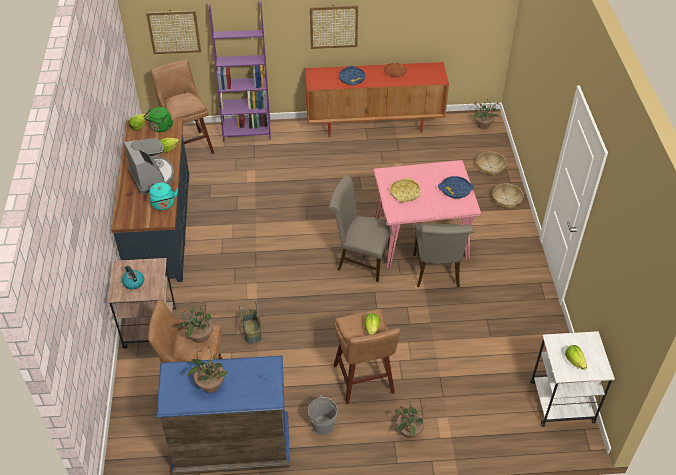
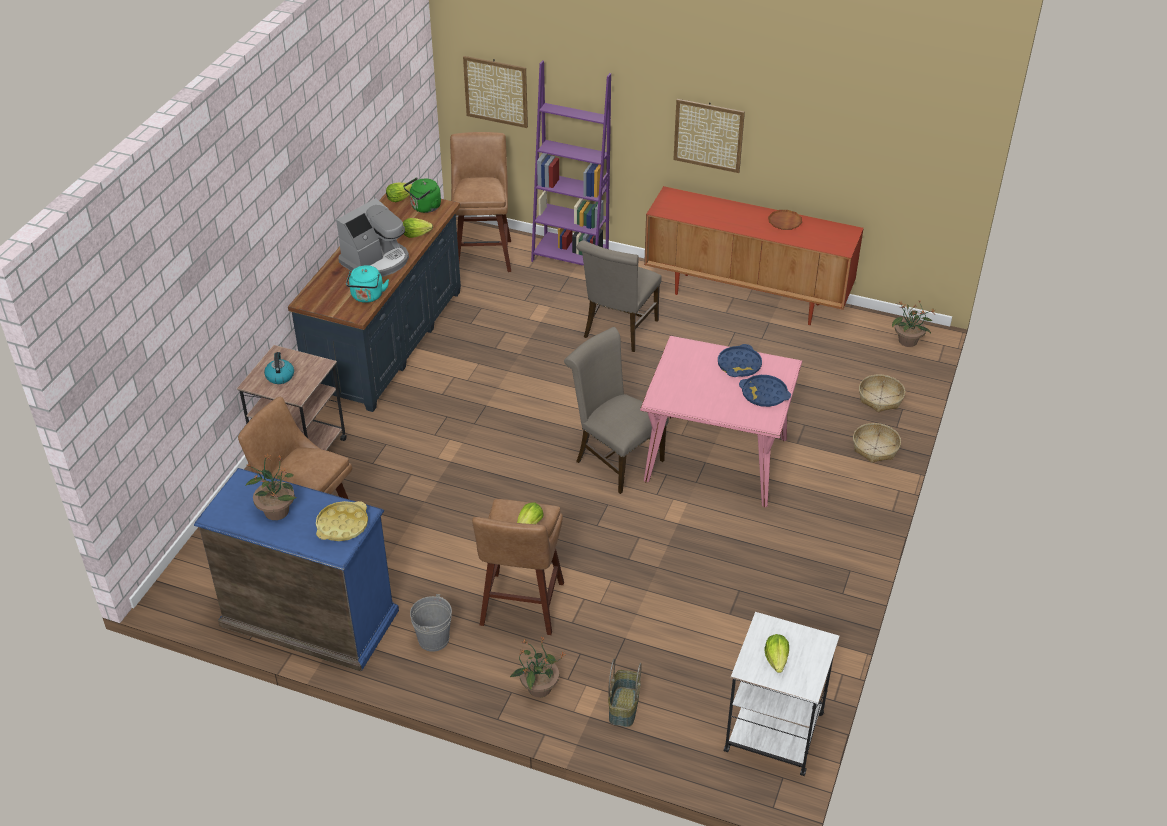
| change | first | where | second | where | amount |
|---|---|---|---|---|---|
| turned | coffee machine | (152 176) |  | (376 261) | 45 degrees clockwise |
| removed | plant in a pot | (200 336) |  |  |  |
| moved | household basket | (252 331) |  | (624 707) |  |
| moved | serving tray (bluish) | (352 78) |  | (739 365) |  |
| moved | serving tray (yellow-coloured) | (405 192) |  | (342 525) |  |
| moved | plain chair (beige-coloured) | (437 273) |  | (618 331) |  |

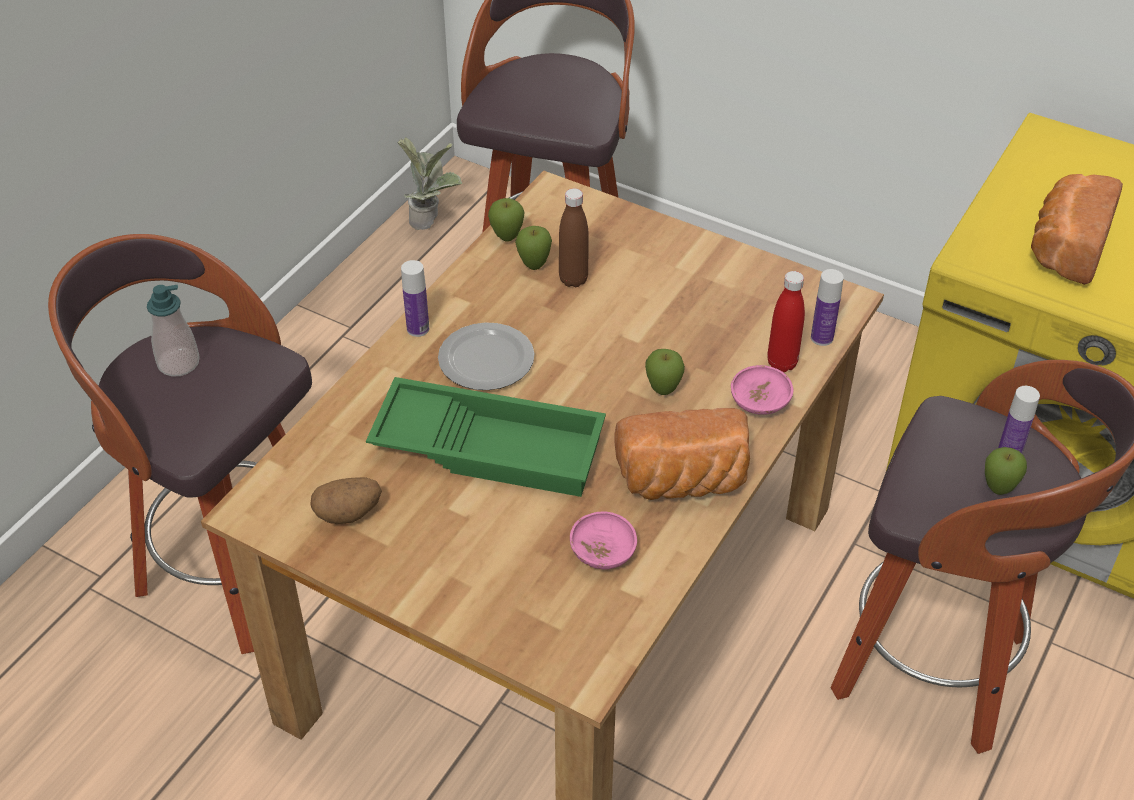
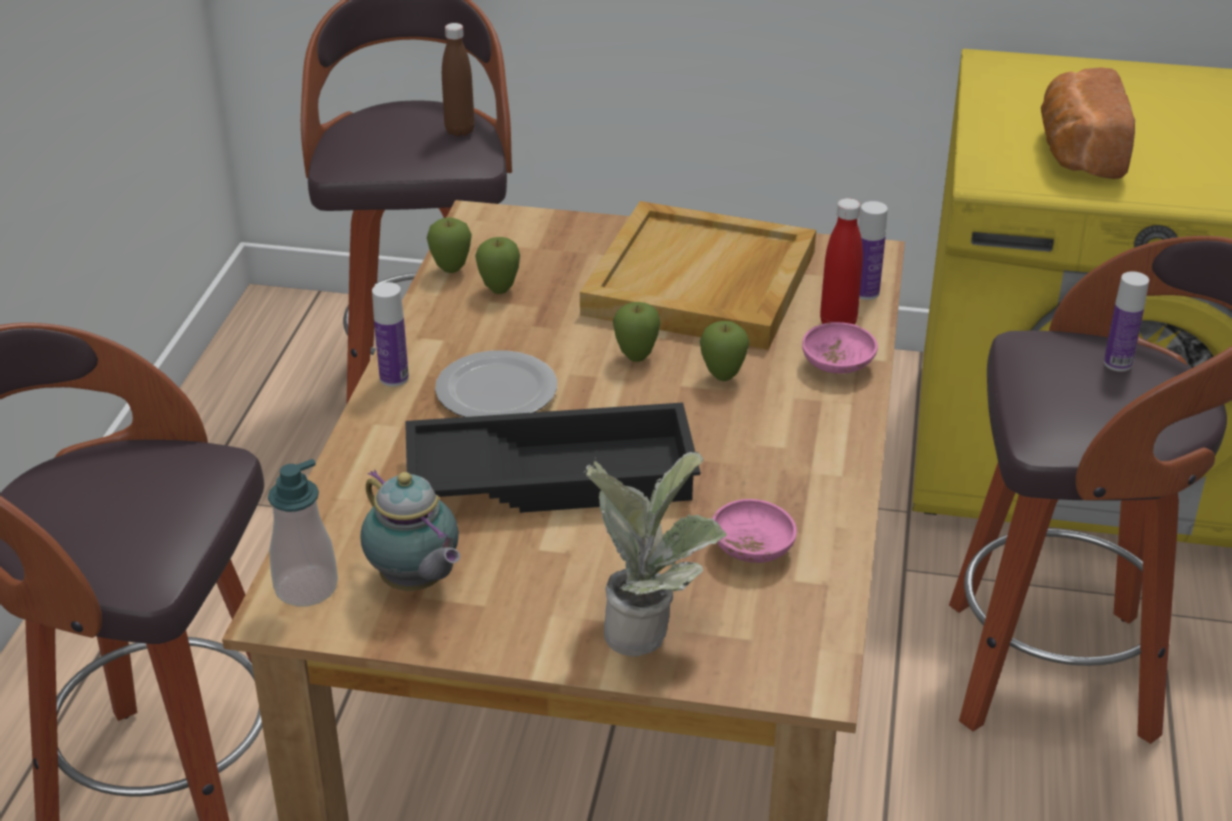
| change | first | where | second | where | amount |
|---|---|---|---|---|---|
| moved | soap dispenser | (178 363) |  | (306 588) |  |
| replaced | potato | (348 513) | tea pot | (415 583) |  |
| recoloured | serving tray (green) | (491 445) | serving tray (black) | (553 474) |  |
| moved | plant in a pot | (431 221) |  | (650 629) |  |
| moved | bottle (brown-coloured) | (573 279) |  | (459 131) |  |
| removed | baked bread | (683 482) |  |  |  |
| moved | apple fruit | (998 489) |  | (636 357) |  |
| added |  |  | serving tray (beige-coloured) | (701 284) |  |

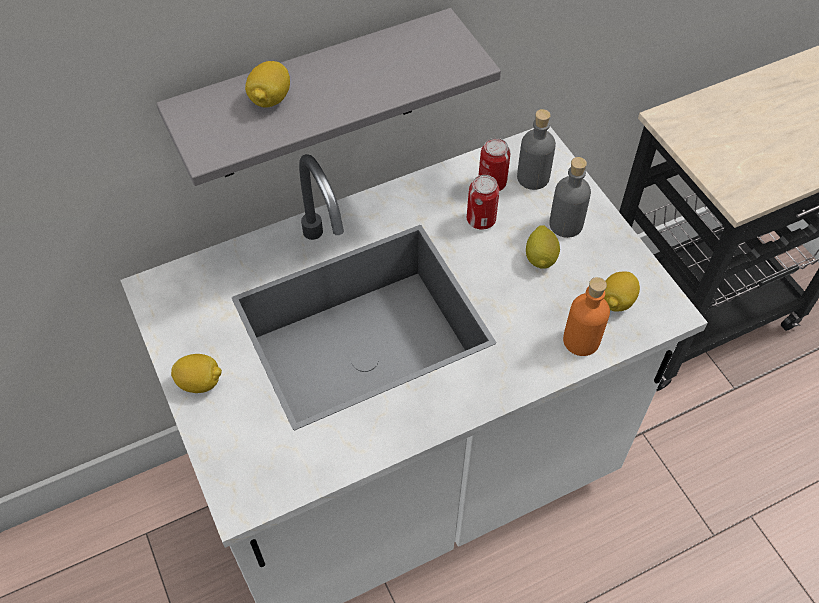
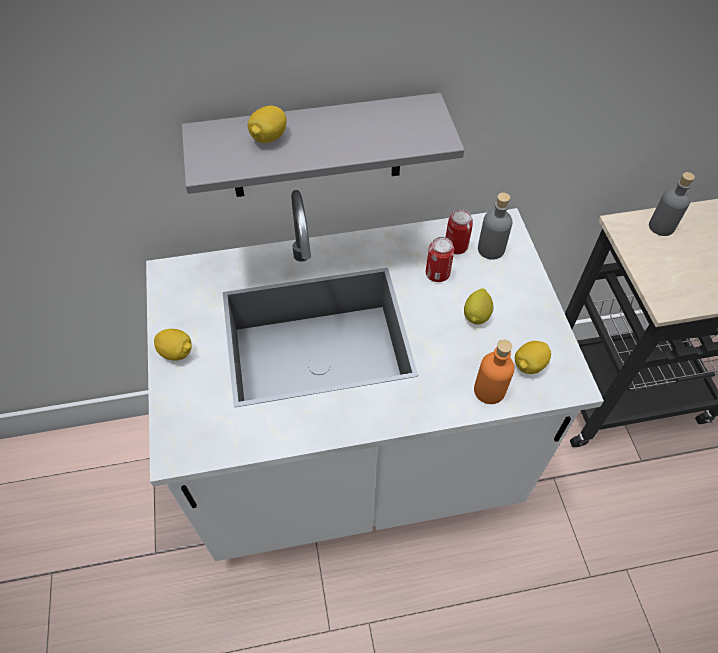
| change | first | where | second | where | amount |
|---|---|---|---|---|---|
| moved | bottle (greyish) | (565 224) |  | (661 226) |  |

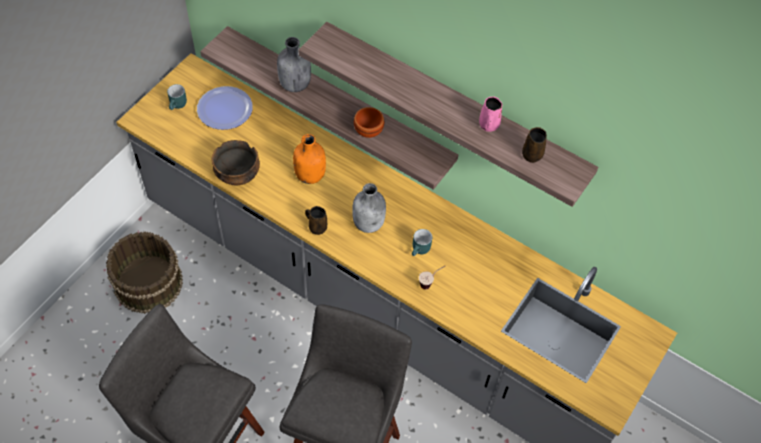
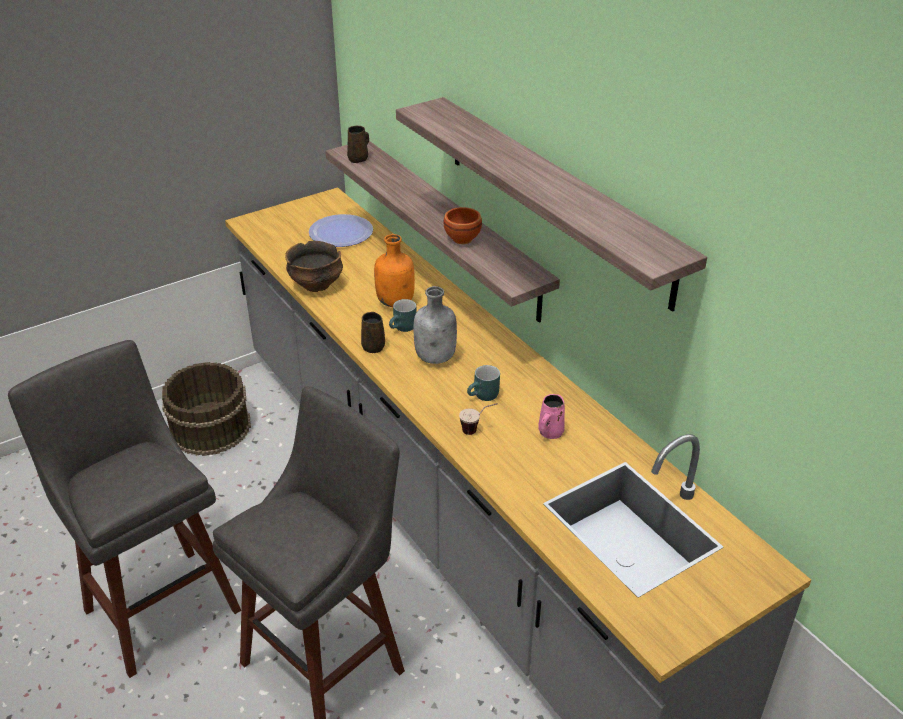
| change | first | where | second | where | amount |
|---|---|---|---|---|---|
| moved | coffee mug (turquoise-coloured) | (178 105) |  | (403 328) |  |
| removed | bottle (greyish) | (294 84) |  |  |  |
| moved | coffee mug (pink-coloured) | (488 125) |  | (550 432) |  |
| moved | coffee mug (brown-coloured) | (532 154) |  | (359 158) |  |

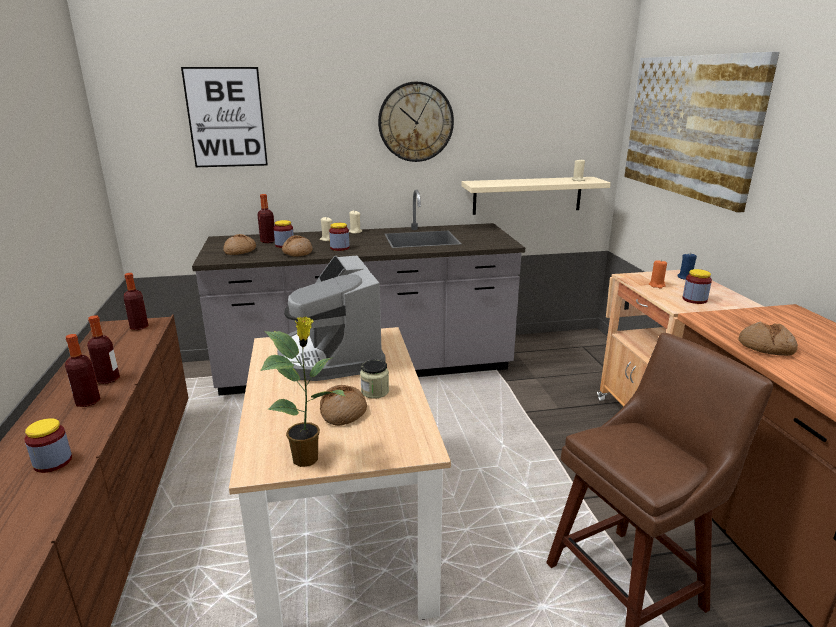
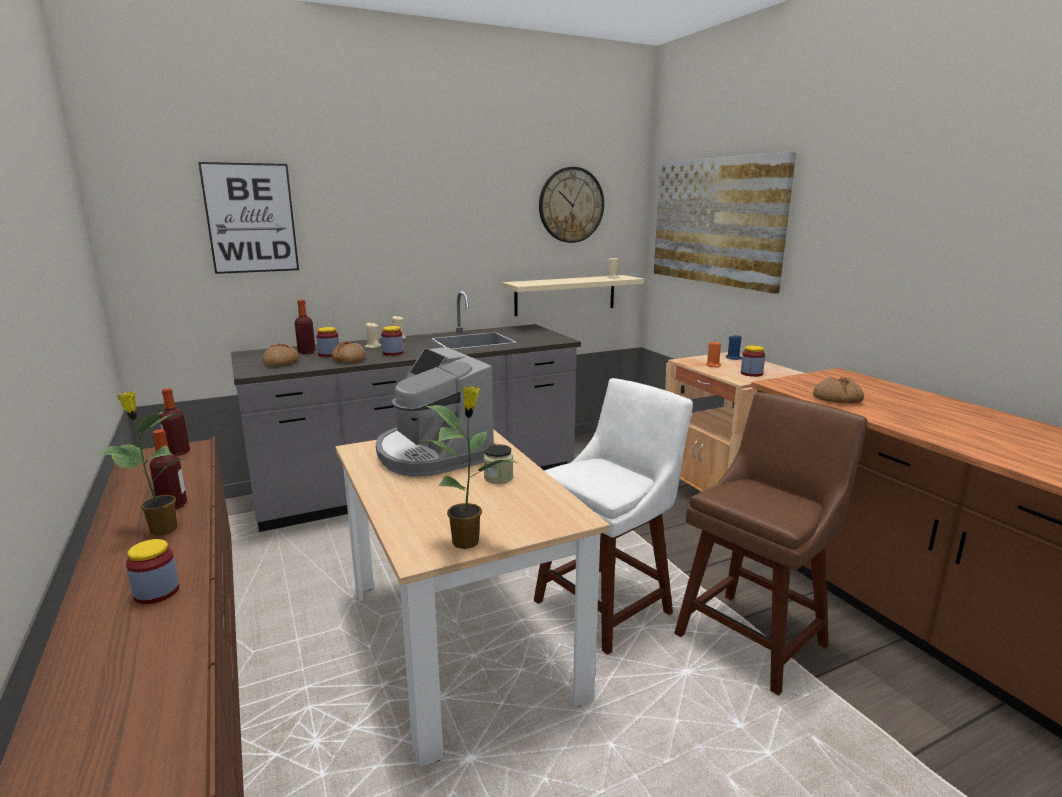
| change | first | where | second | where | amount |
|---|---|---|---|---|---|
| replaced | bottle | (88 402) | plant in a pot | (161 530) |  |
| removed | baked bread | (343 412) |  |  |  |
| moved | wall clock | (415 122) |  | (571 205) |  |
| added |  |  | plain chair (whitish) | (607 605) |  |

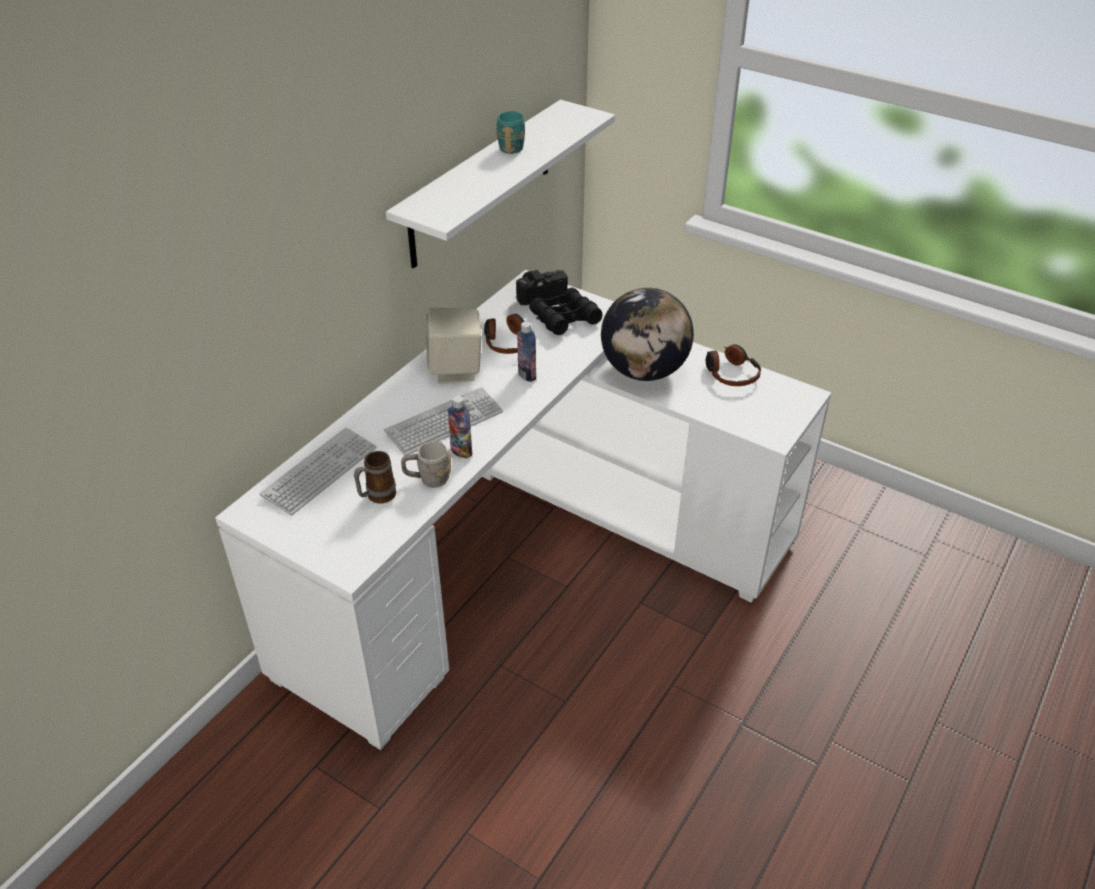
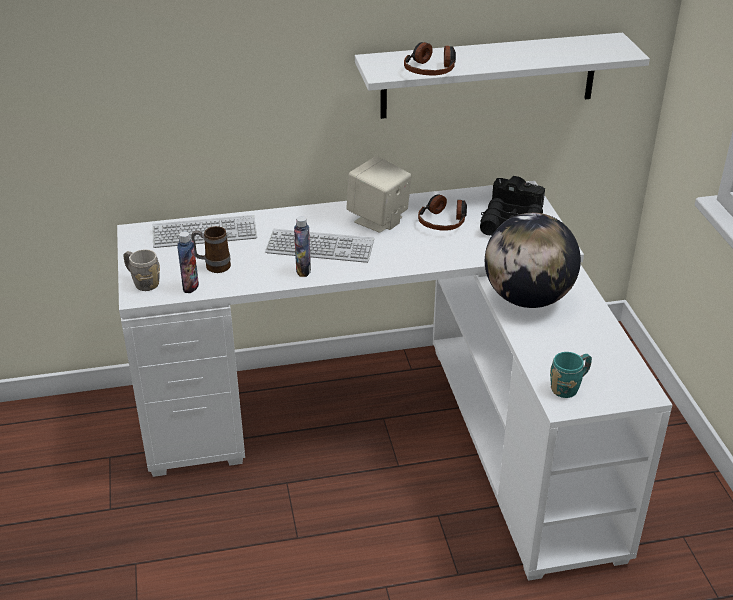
| change | first | where | second | where | amount |
|---|---|---|---|---|---|
| moved | coffee mug (greyish) | (428 479) |  | (142 282) |  |
| moved | coffee mug (turquoise-coloured) | (512 146) |  | (569 387) |  |
| moved | bottle | (527 375) |  | (190 286) |  |
| moved | headset | (730 373) |  | (431 69) |  |

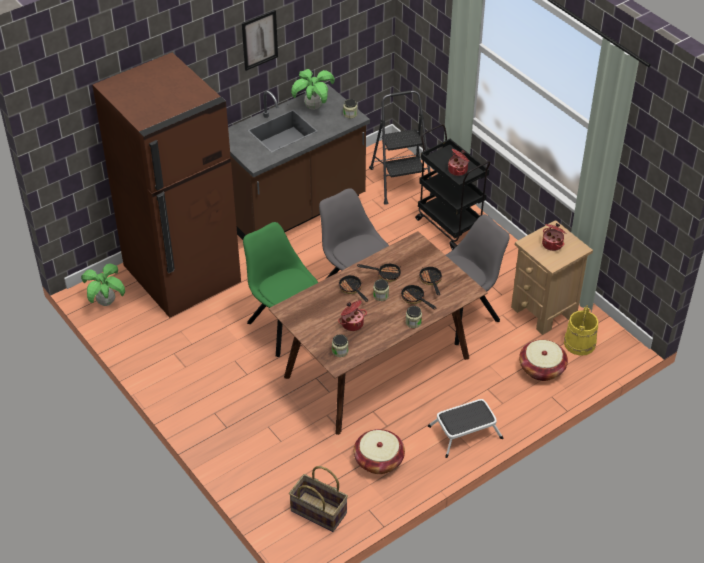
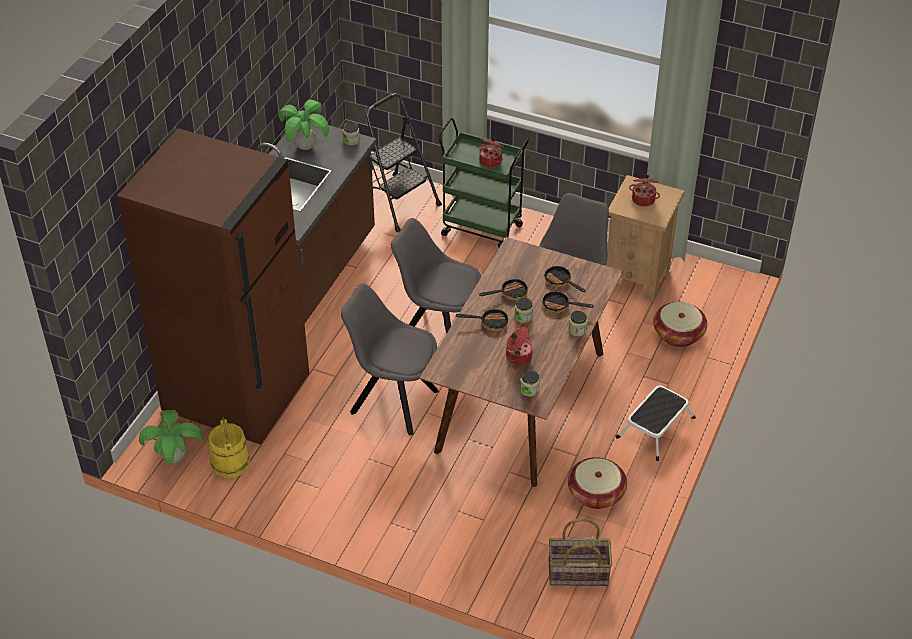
| change | first | where | second | where | amount |
|---|---|---|---|---|---|
| removed | wall art | (259 40) |  |  |  |
| recoloured | plain chair (green) | (283 327) | plain chair (greyish) | (393 402) |  |
| turned | frying pan | (352 289) |  | (489 322) | 150 degrees clockwise |
| recoloured | trolley (black) | (450 227) | trolley (green) | (482 230) |  |
| moved | pail (yellow-coloured) | (580 343) |  | (231 463) |  |

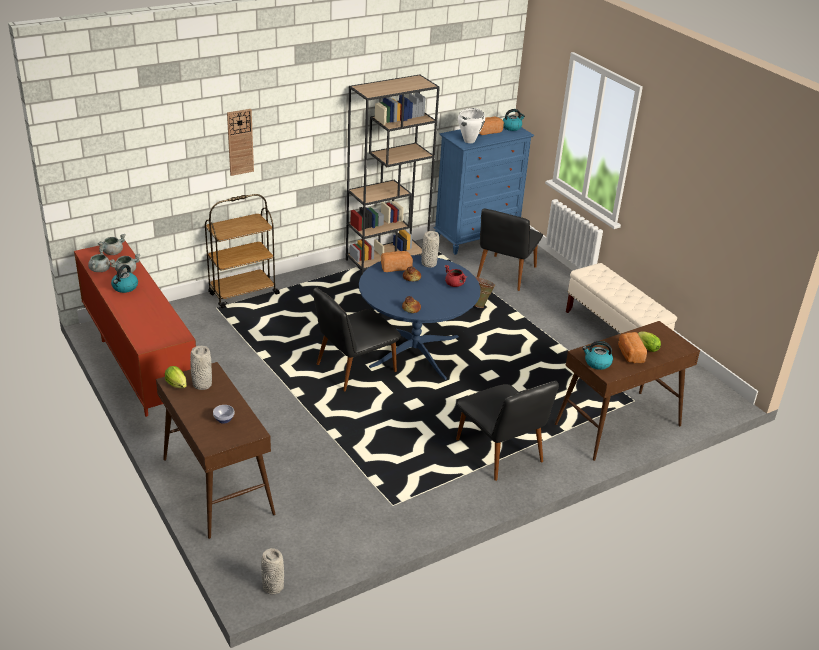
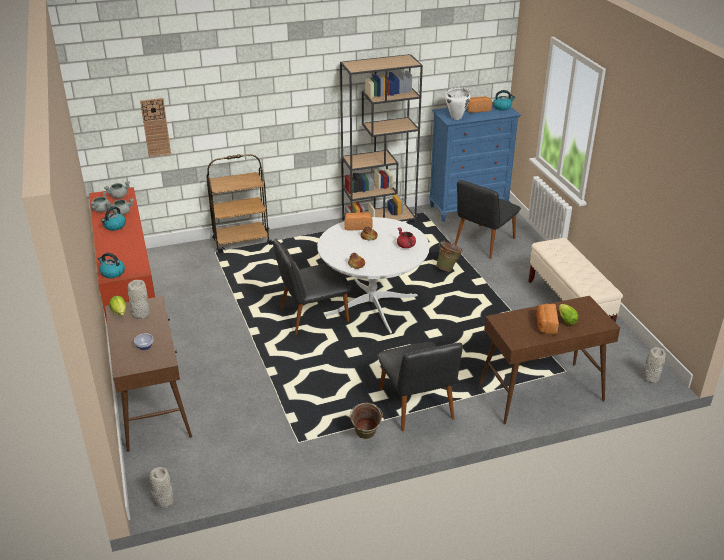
| change | first | where | second | where | amount |
|---|---|---|---|---|---|
| moved | wall clock | (240 142) |  | (155 127) |  |
| recoloured | kitchen table (bluish) | (415 352) | kitchen table (whitish) | (372 306) |  |
| moved | vase (greyish) | (428 264) |  | (650 378) |  |
| moved | water kettle | (597 363) |  | (112 273) |  |
| added |  |  | pail (green) | (365 438) |  |

